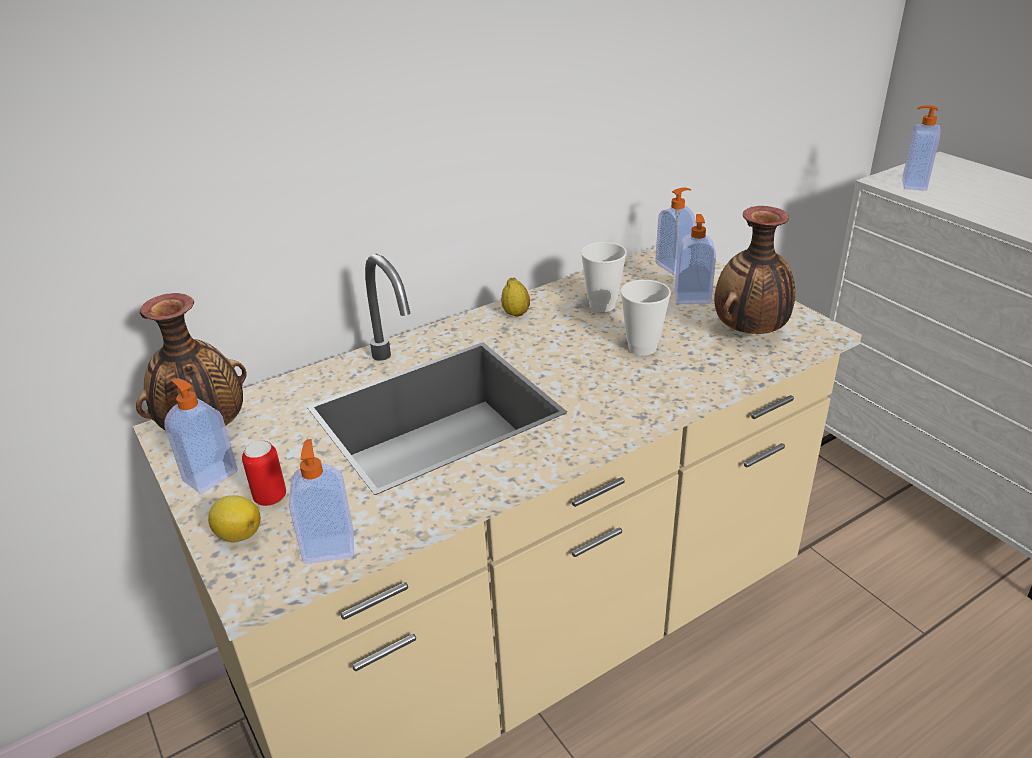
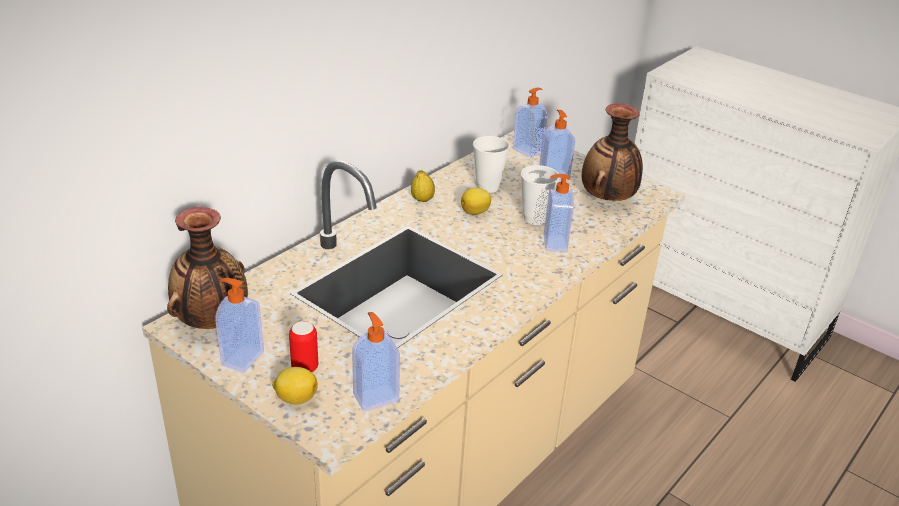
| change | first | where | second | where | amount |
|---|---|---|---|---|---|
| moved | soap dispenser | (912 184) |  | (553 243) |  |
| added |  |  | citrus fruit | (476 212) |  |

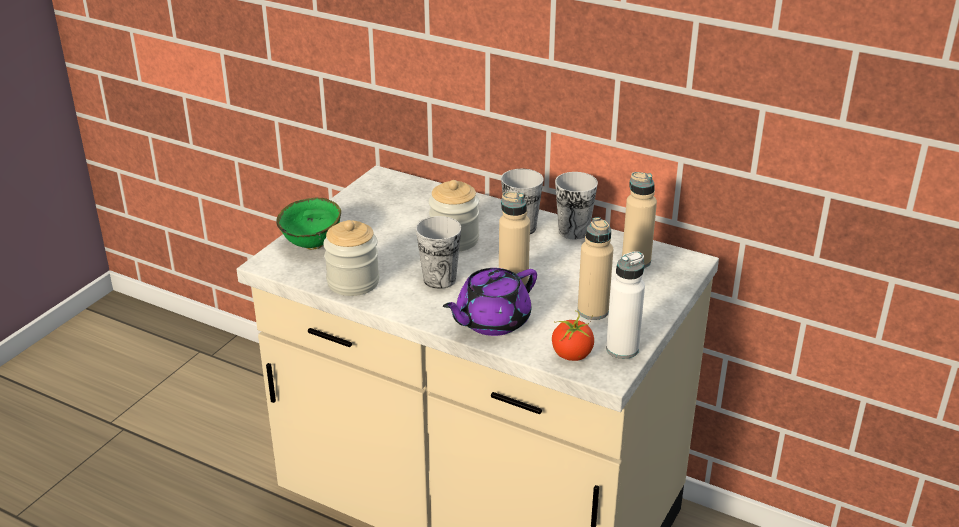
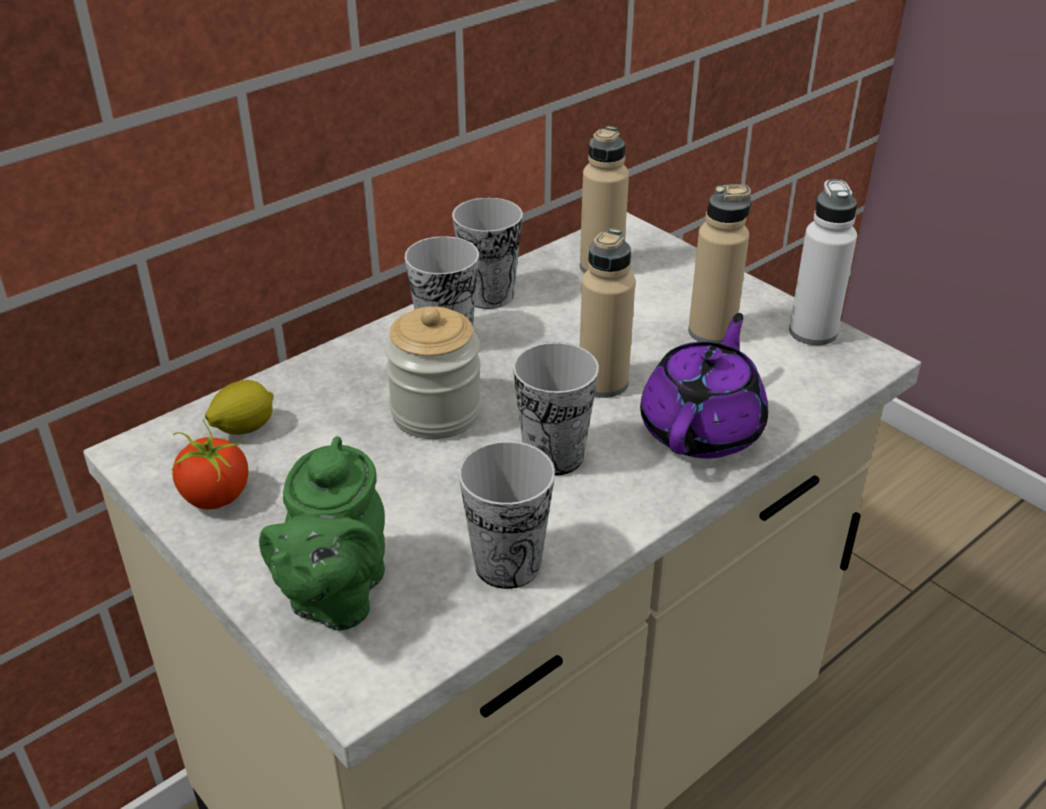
| change | first | where | second | where | amount |
|---|---|---|---|---|---|
| replaced | serving bowl (green) | (313 245) | tea pot (green) | (334 597) |  |
| replaced | storage jar | (353 282) | drinking cup | (507 564) |  |
| turned | tea pot (purplish) | (491 321) |  | (703 428) | 135 degrees counterclockwise |
| moved | tomato | (572 354) |  | (215 496) |  |
| added |  |  | citrus fruit | (244 428) |  |

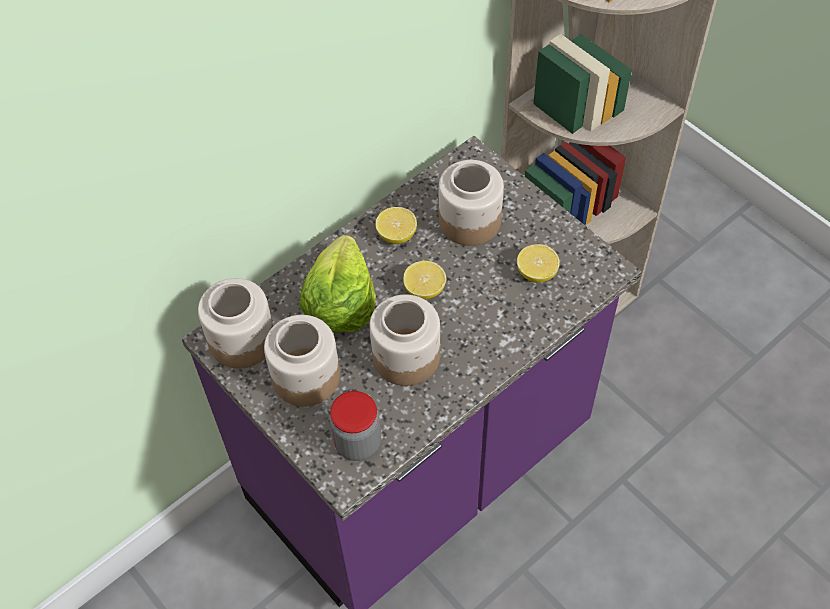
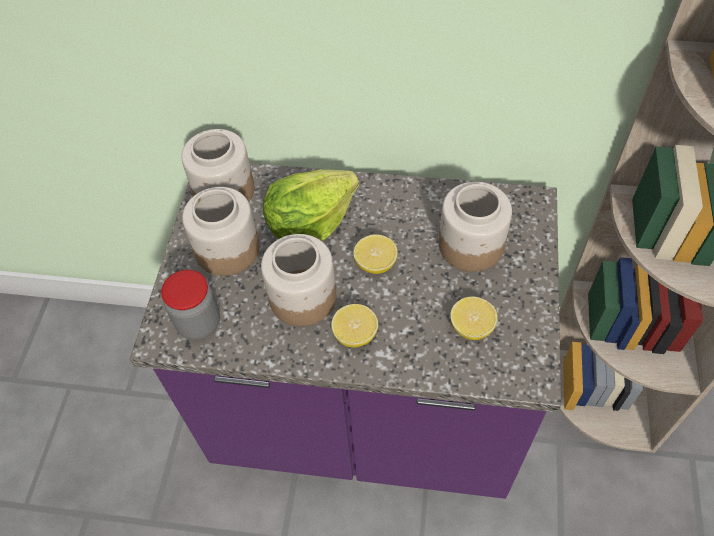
| change | first | where | second | where | amount |
|---|---|---|---|---|---|
| moved | citrus fruit | (396 235) |  | (355 334) |  |

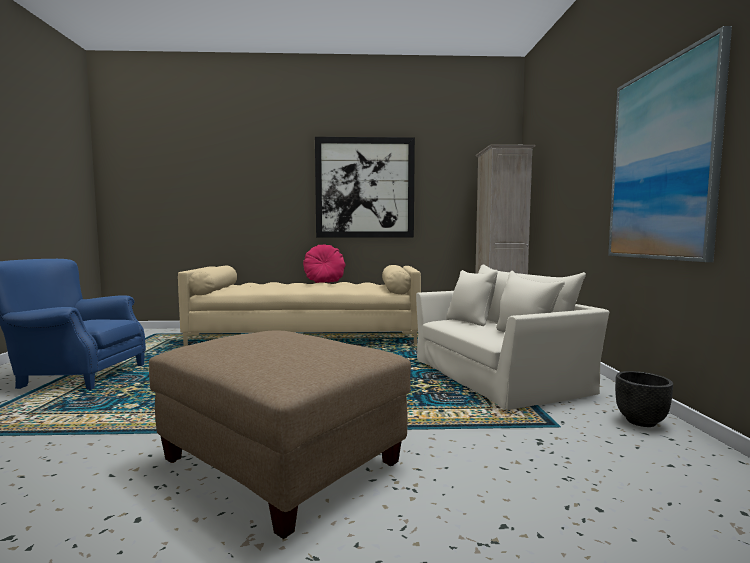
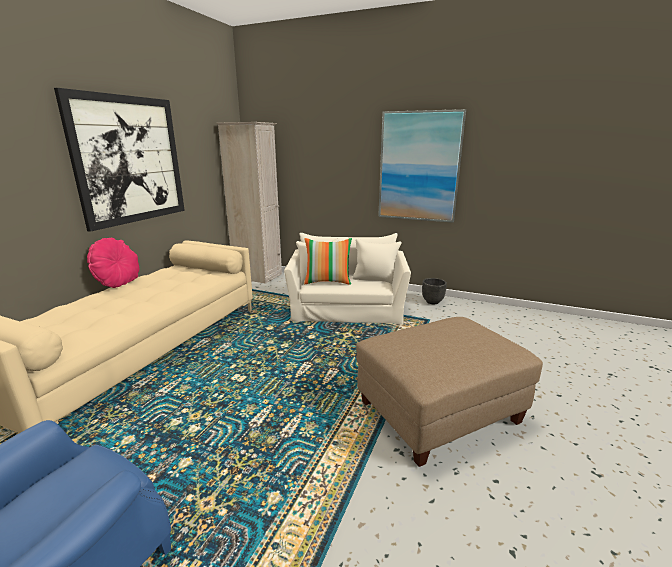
| change | first | where | second | where | amount |
|---|---|---|---|---|---|
| added |  |  | throw pillow | (328 281) |  |

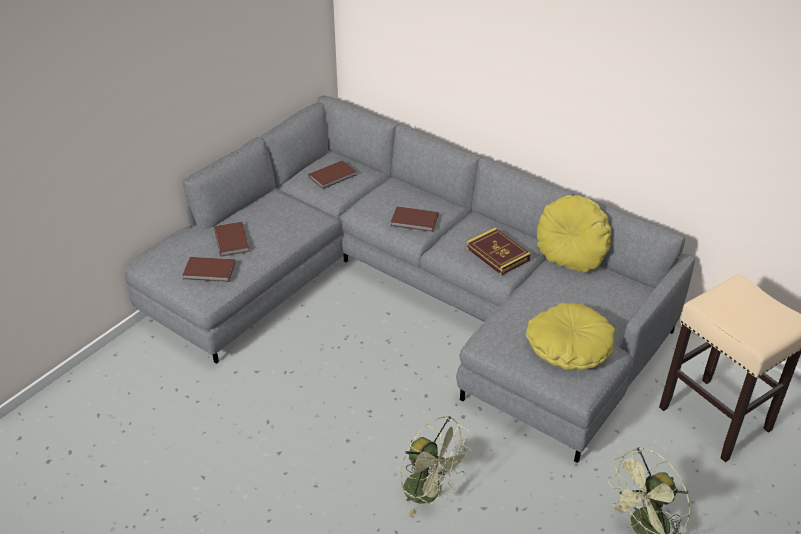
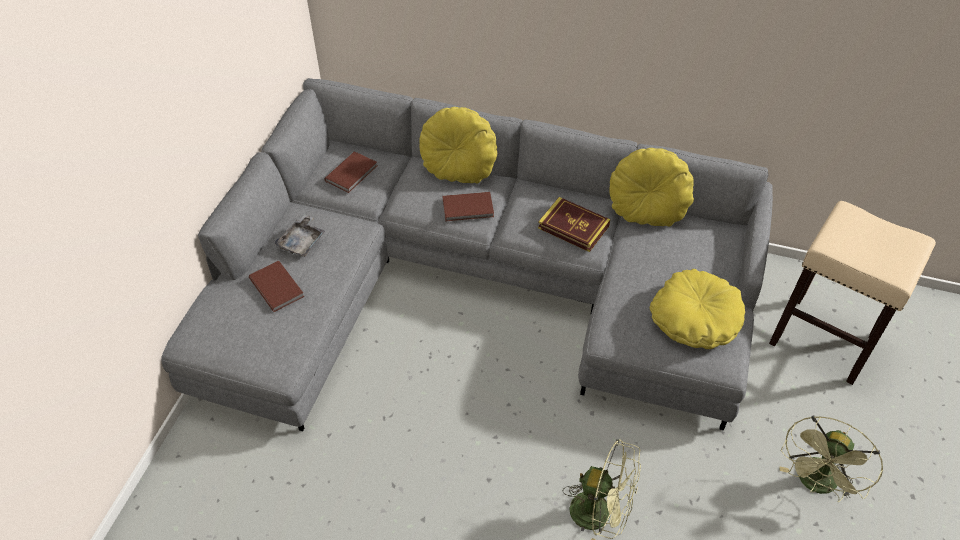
| change | first | where | second | where | amount |
|---|---|---|---|---|---|
| removed | volume (brown-coloured) | (209 271) |  |  |  |
| added |  |  | serving tray (greyish) | (302 242) |  |
| added |  |  | throw pillow (yellow-coloured) | (459 172) |  |

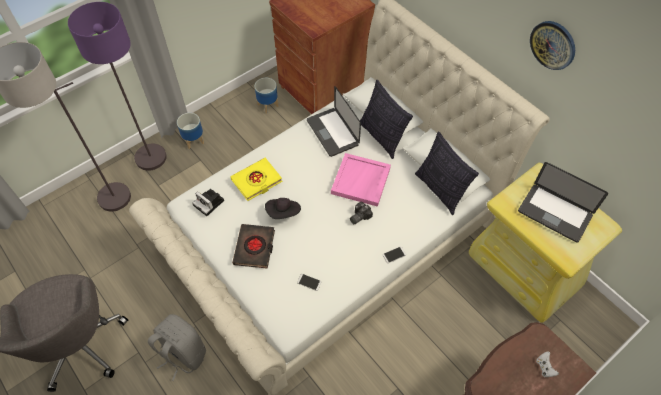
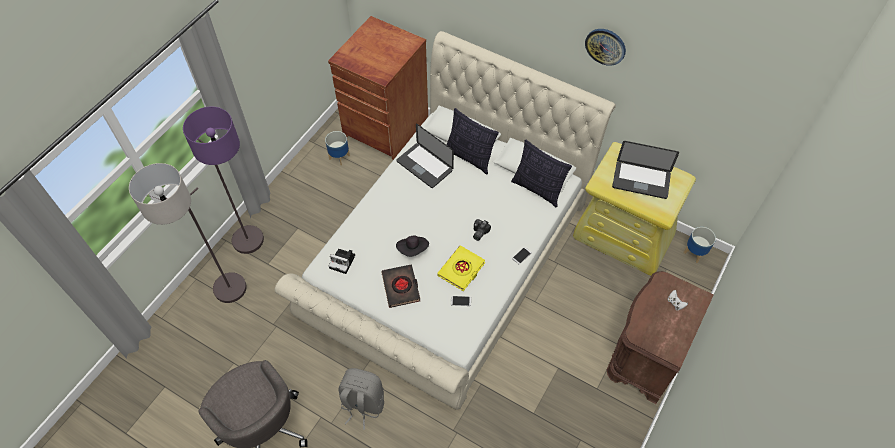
| change | first | where | second | where | amount |
|---|---|---|---|---|---|
| moved | flower pot | (194 141) |  | (695 253) |  |
| moved | volume (yellow-coloured) | (257 181) |  | (461 270) |  |
| removed | serving tray (pink-coloured) | (361 181) |  |  |  |

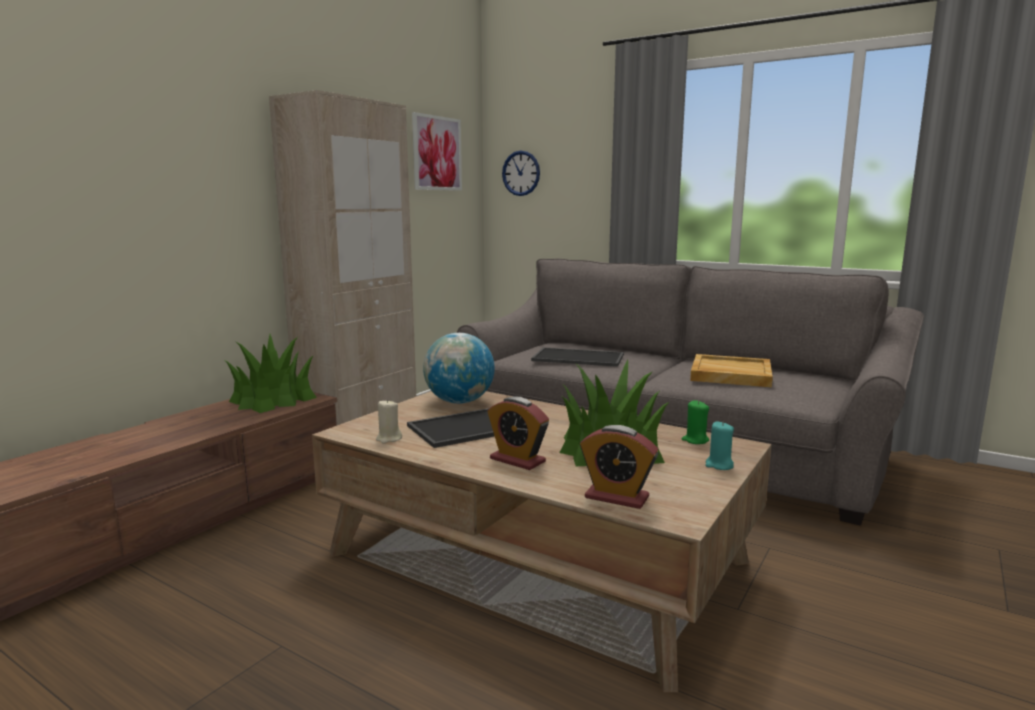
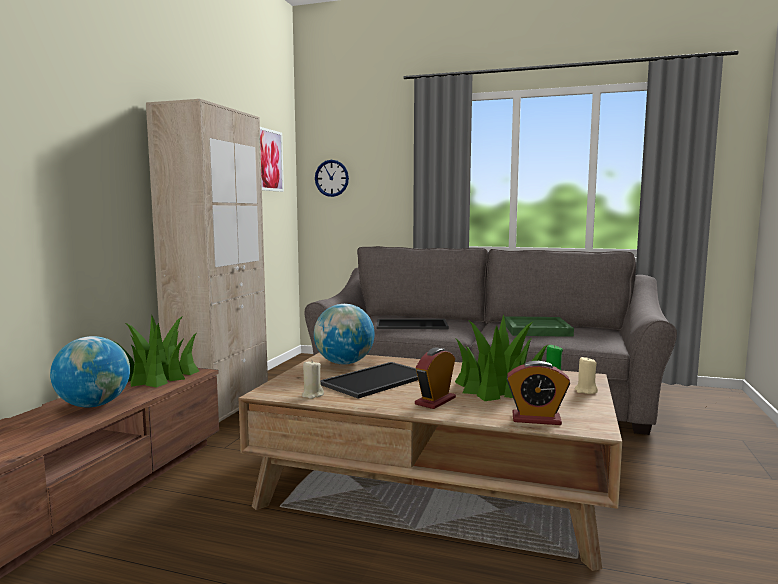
| change | first | where | second | where | amount |
|---|---|---|---|---|---|
| turned | alarm clock | (517 460) |  | (435 401) | 105 degrees clockwise |
| recoloured | serving tray (beige-coloured) | (730 374) | serving tray (green) | (536 330) |  |
| recoloured | candle (turquoise-coloured) | (719 465) | candle (beige-coloured) | (585 391) |  |
| added |  |  | desk globe | (94 405) |  |

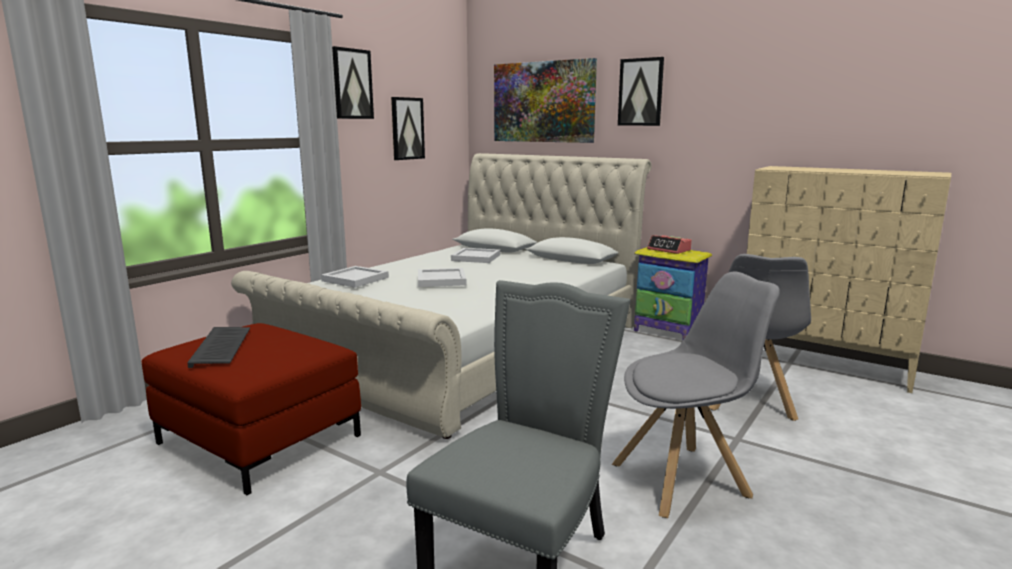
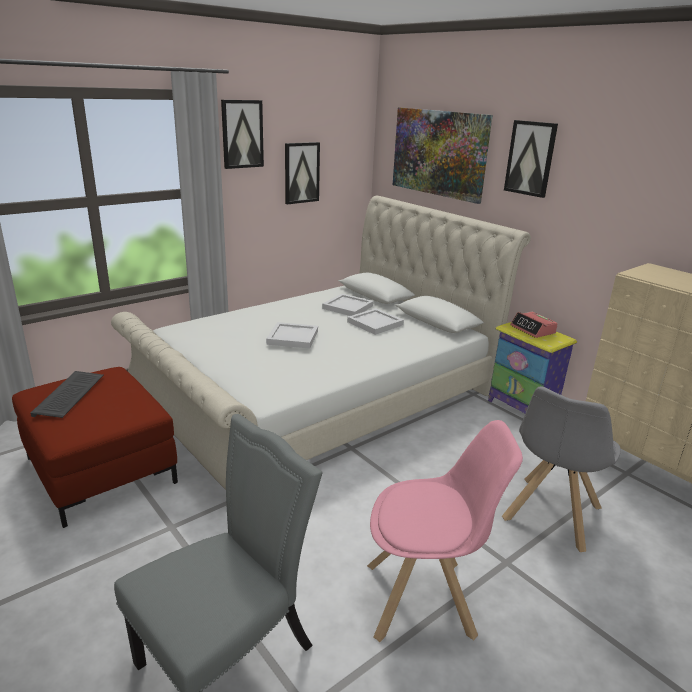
| change | first | where | second | where | amount |
|---|---|---|---|---|---|
| moved | serving tray (whitish) | (355 279) |  | (375 324) |  |
| recoloured | plain chair (greyish) | (685 478) | plain chair (pink-coloured) | (425 599) |  |

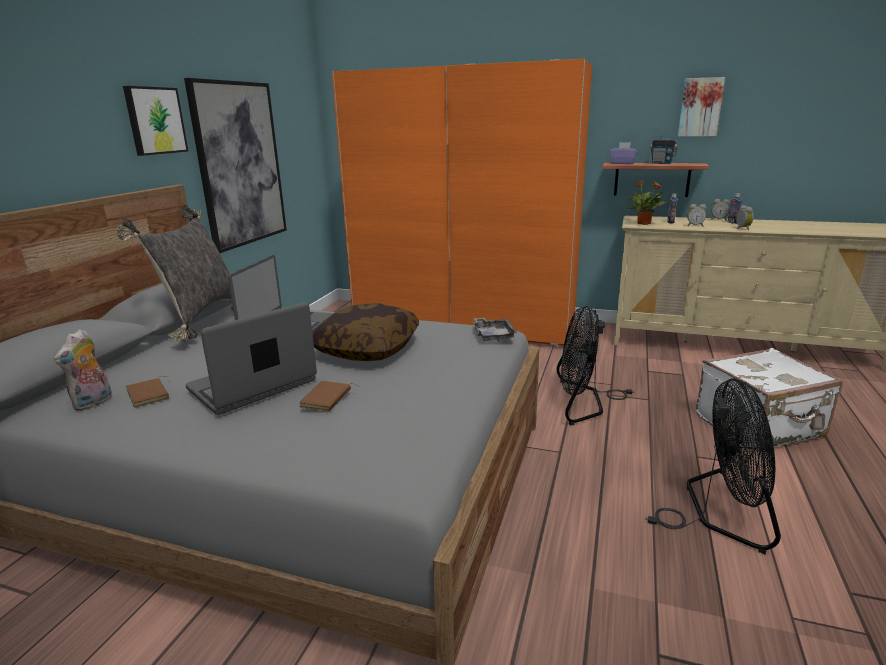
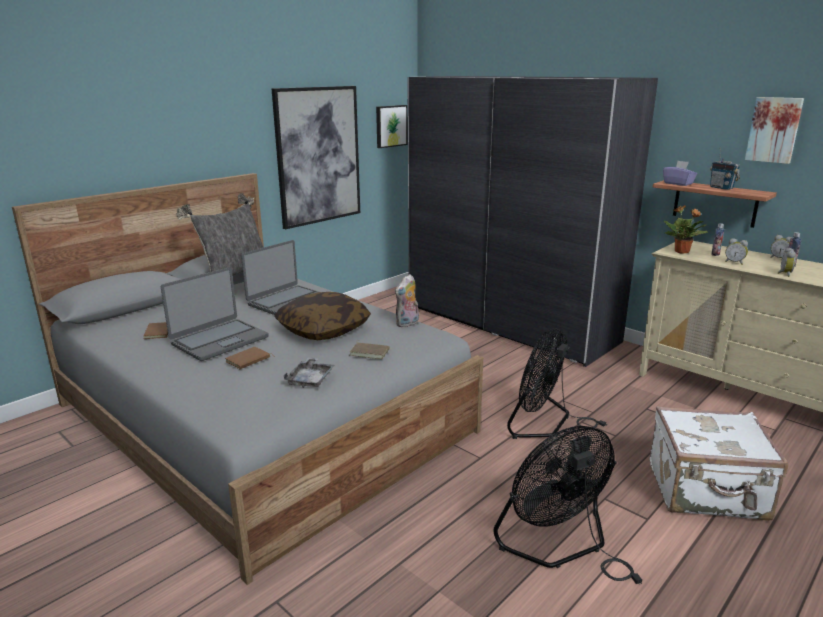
| change | first | where | second | where | amount |
|---|---|---|---|---|---|
| moved | soft toy | (93 403) |  | (407 324) |  |
| moved | wall art | (155 120) |  | (390 126) |  |
| turned | laptop | (253 386) |  | (219 340) | 150 degrees clockwise |
| recoloured | clothes cupboard (orange) | (464 323) | clothes cupboard (greyish) | (508 323) |  |
| moved | serving tray (greyish) | (493 335) |  | (311 379) |  |
| turned | fan (black) | (715 509) |  | (569 545) | 150 degrees counterclockwise |
| added |  |  | volume (brown-coloured) | (370 352) |  |

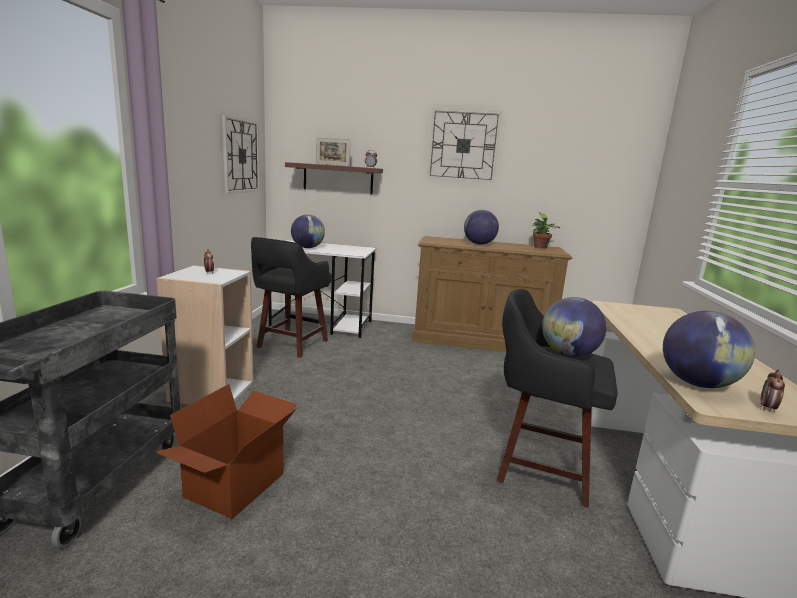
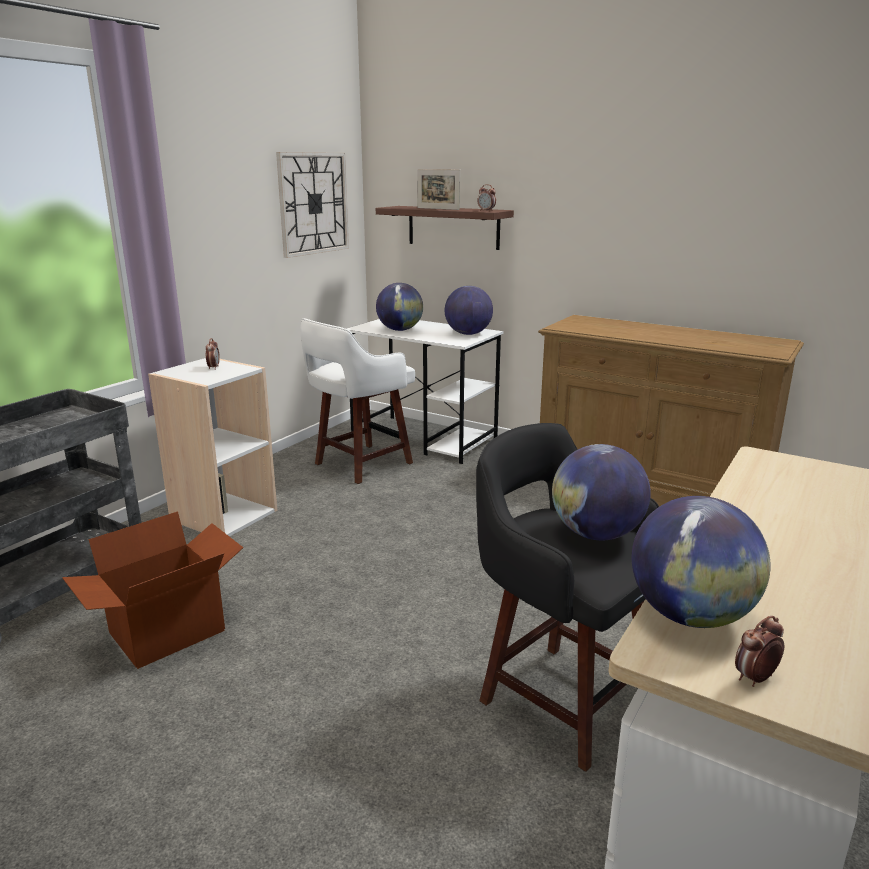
| change | first | where | second | where | amount |
|---|---|---|---|---|---|
| recoloured | stool seat (black) | (291 345) | stool seat (whitish) | (360 465) |  |
| removed | wall clock | (463 146) |  |  |  |
| moved | desk globe | (479 244) |  | (468 334) |  |
| removed | plant in a pot | (541 247) |  |  |  |

